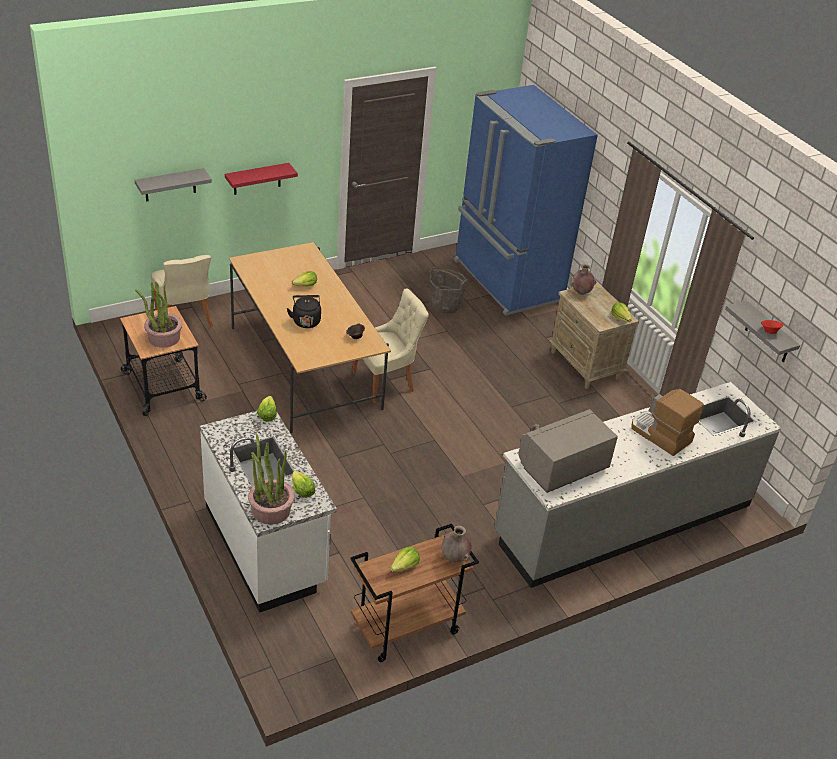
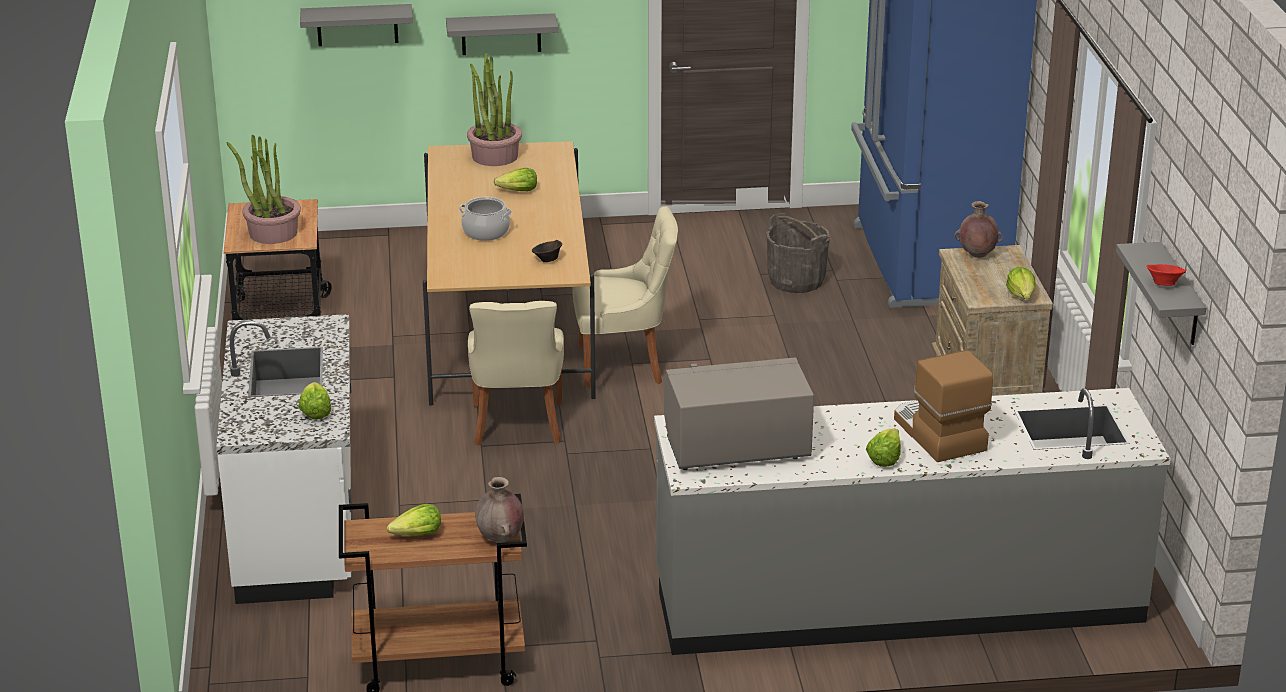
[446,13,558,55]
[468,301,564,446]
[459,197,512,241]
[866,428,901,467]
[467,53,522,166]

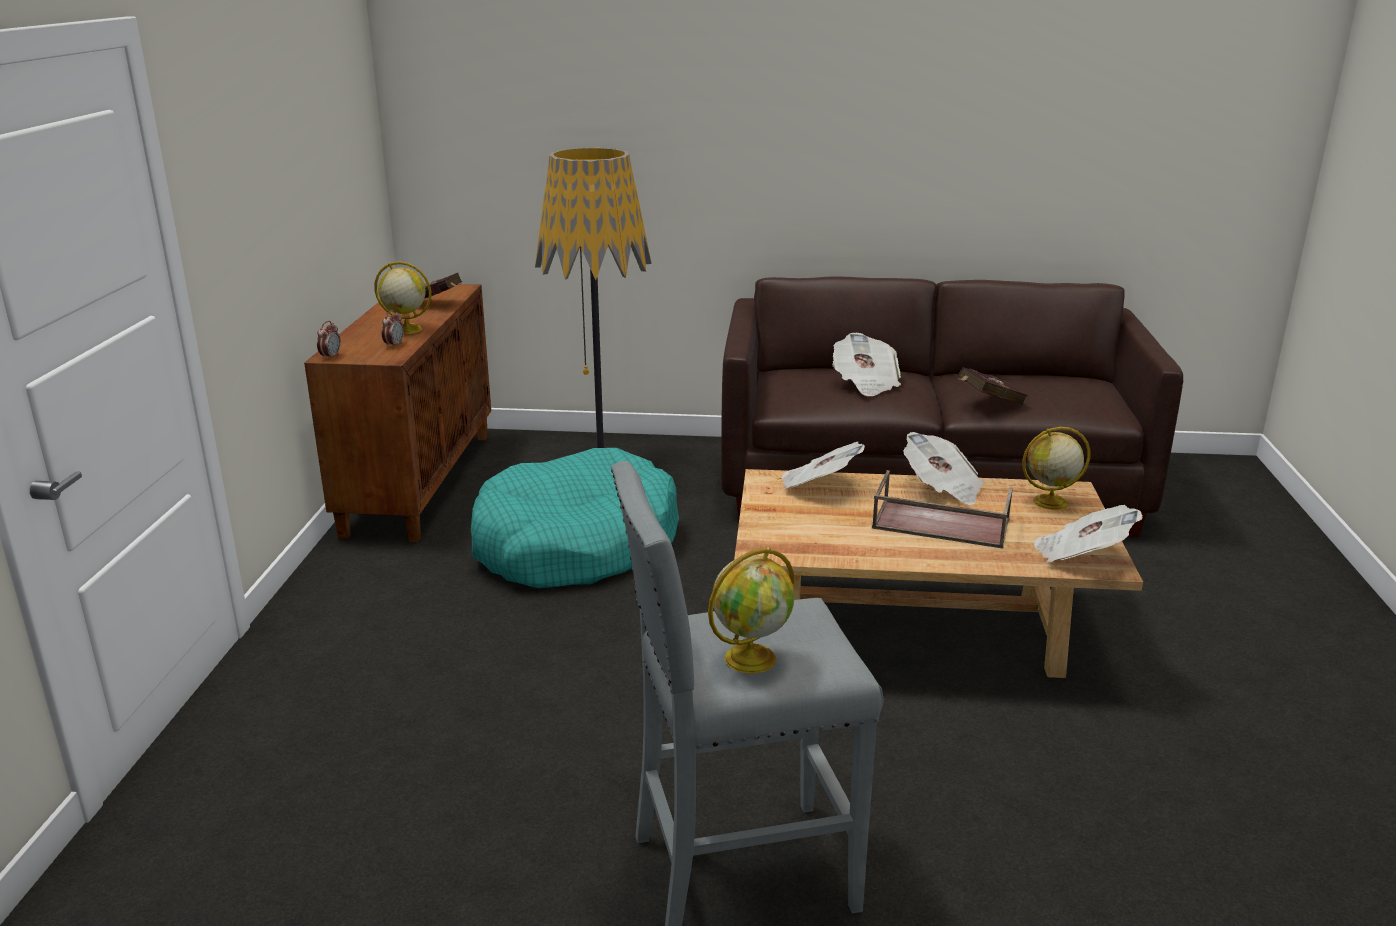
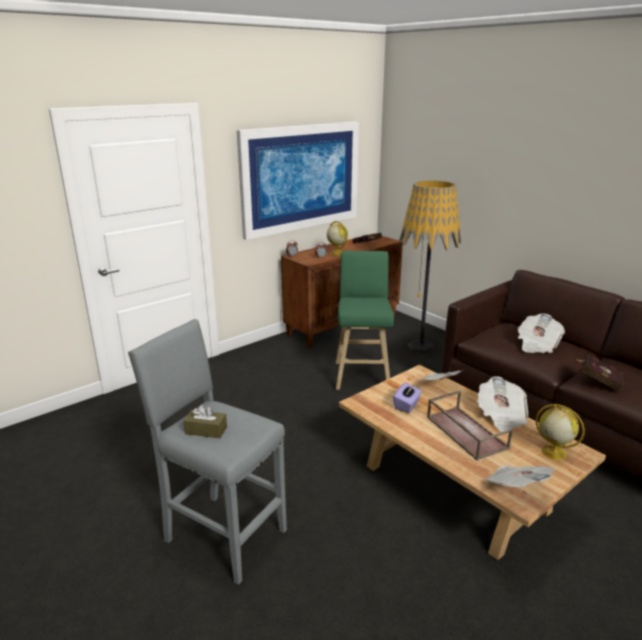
[336,251,394,390]
[183,404,227,438]
[237,122,359,240]
[393,383,422,413]

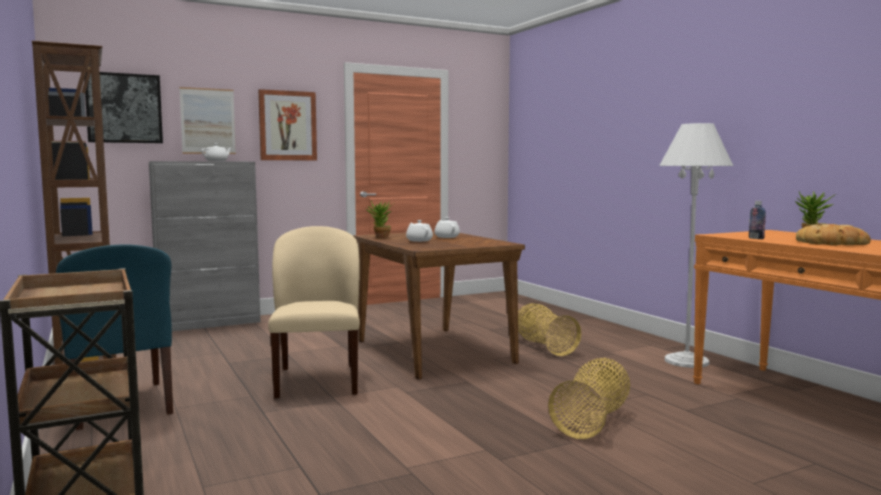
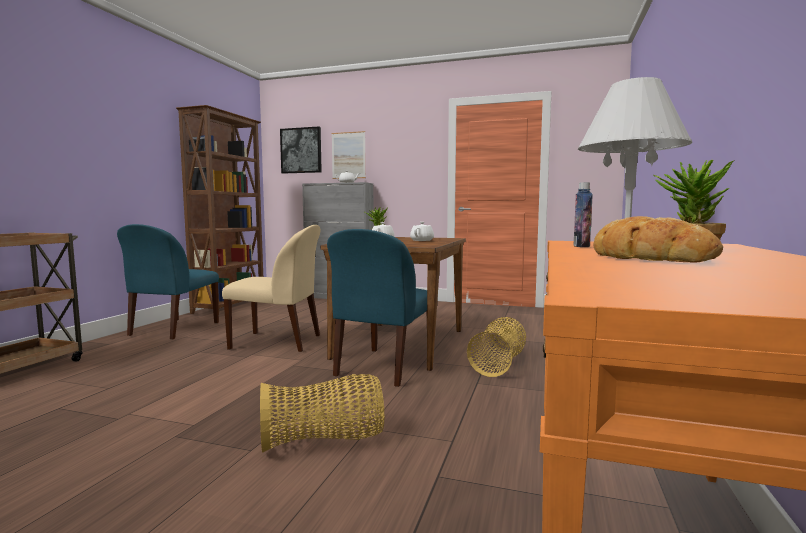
[258,89,317,160] (first image)
[222,225,320,352]
[327,229,427,387]

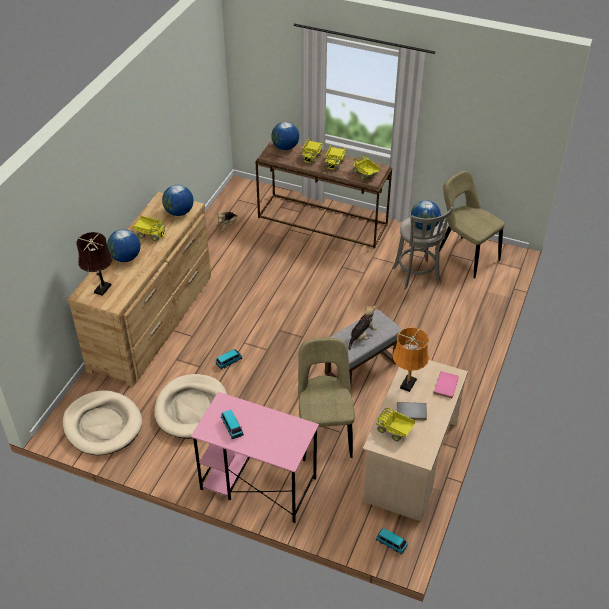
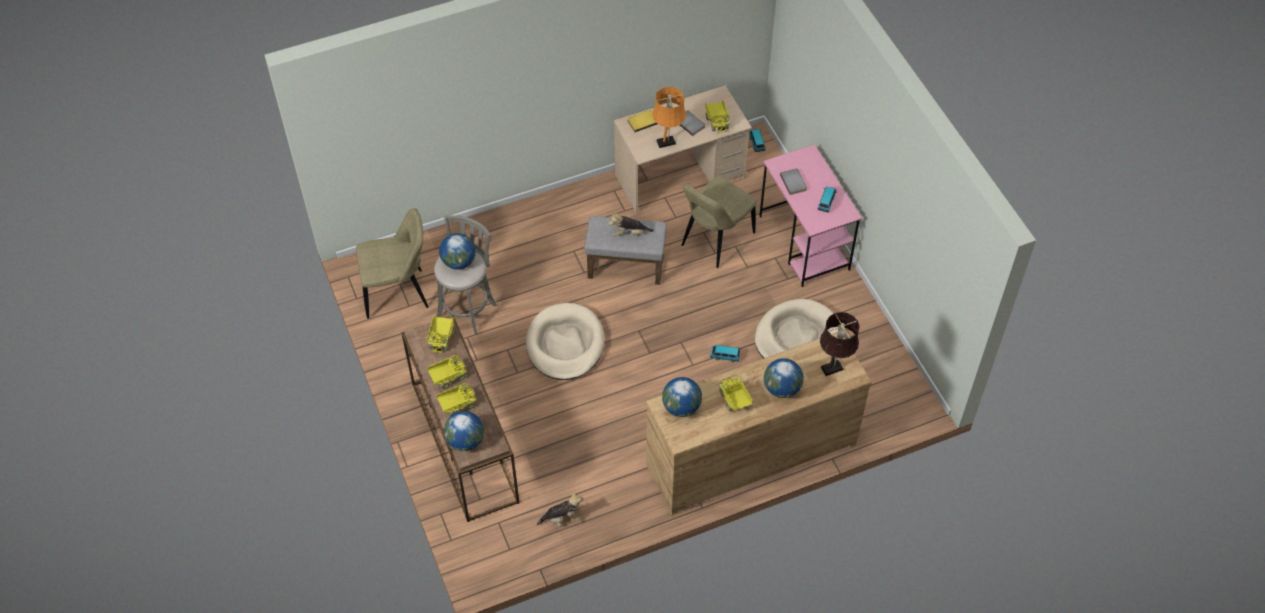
[356,209,429,319]
[627,110,657,132]
[526,303,605,380]
[780,168,807,195]

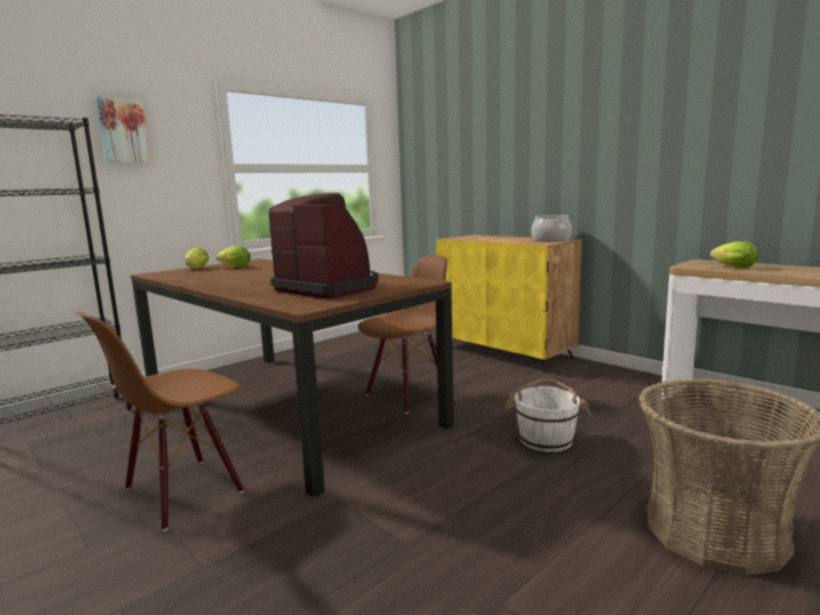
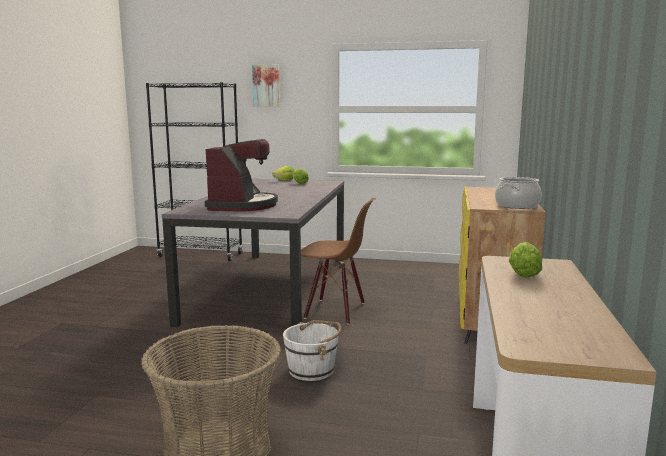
[162,179,344,328]
[75,311,244,531] (first image)

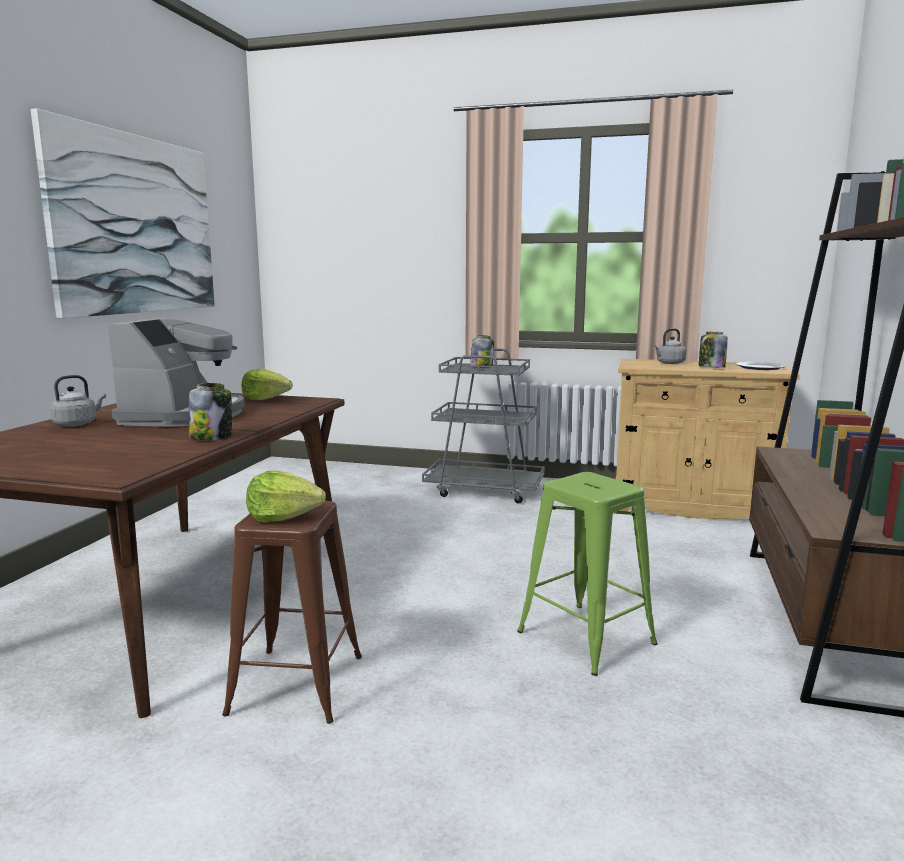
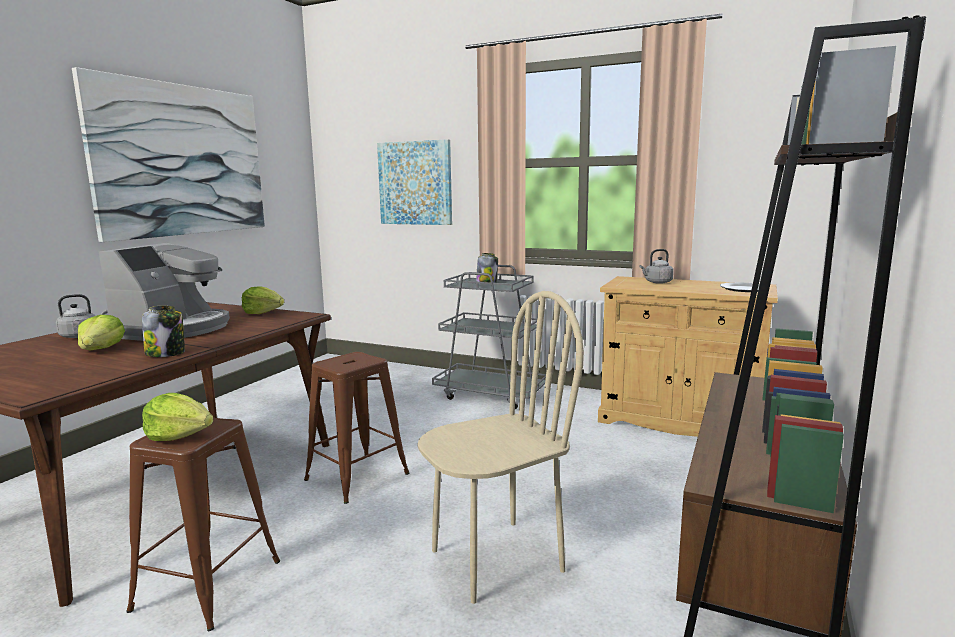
[699,332,728,368] (first image)
[417,291,584,604]
[377,139,452,225]
[78,315,125,350]
[304,352,409,504]

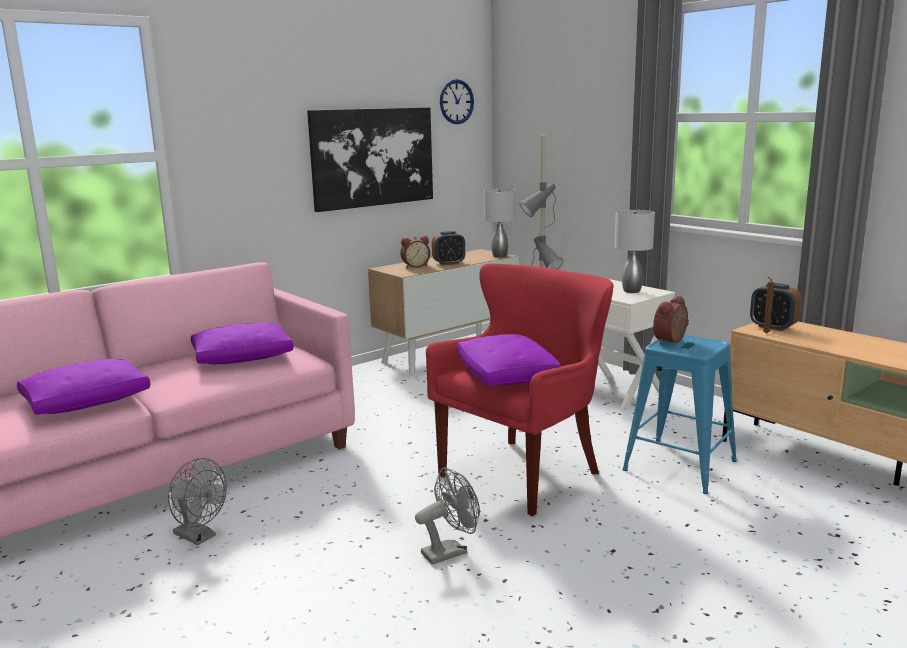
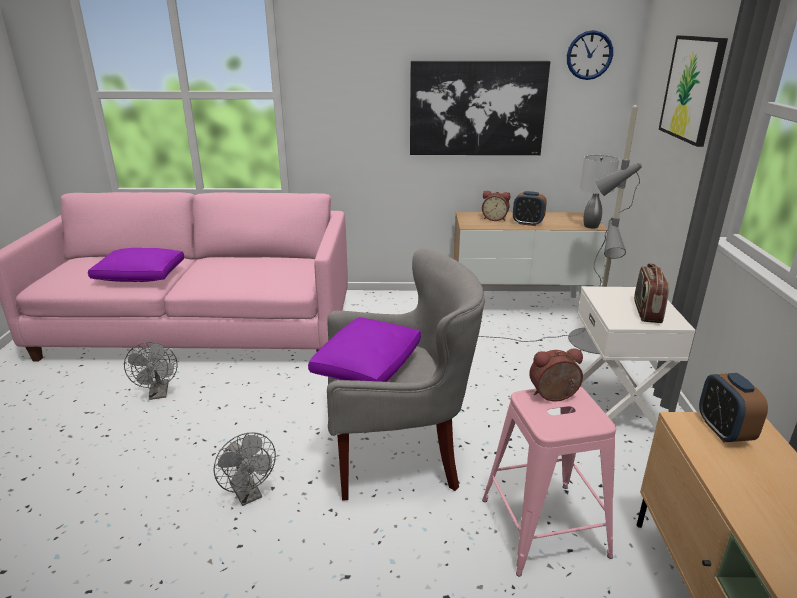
[634,263,669,323]
[327,248,485,500]
[763,277,774,334] (first image)
[191,323,294,364] (first image)
[482,386,616,577]
[213,432,276,506]
[659,35,728,147]

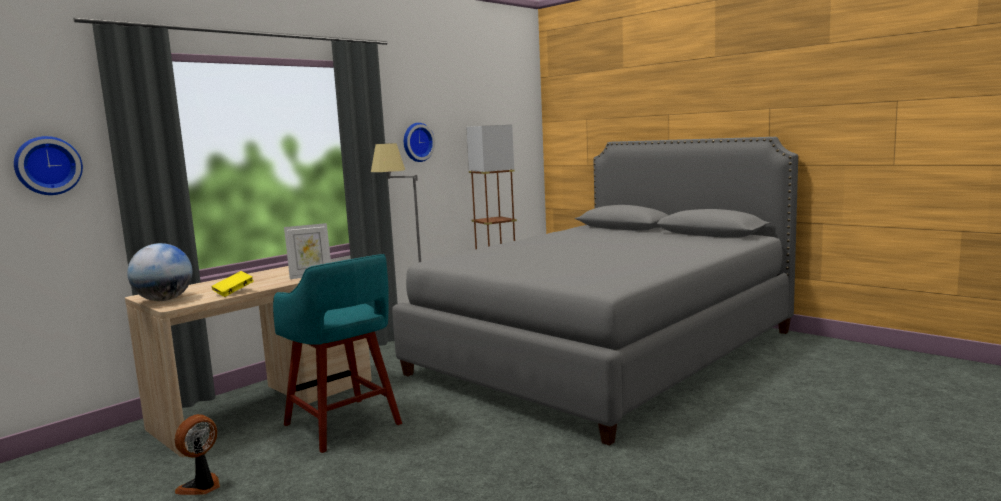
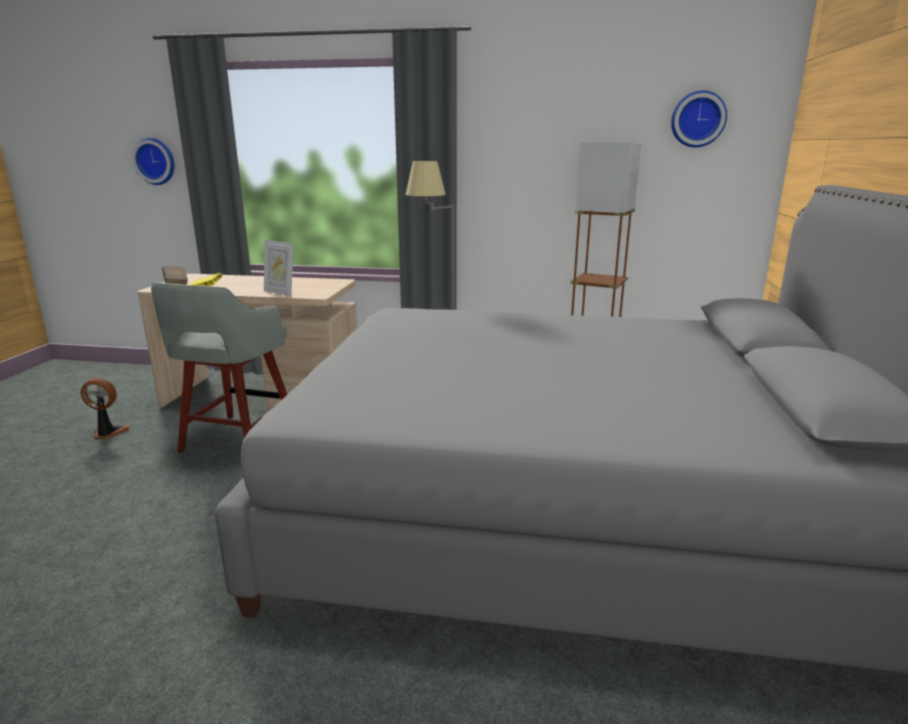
[671,90,727,147]
[162,266,188,285]
[151,282,287,453]

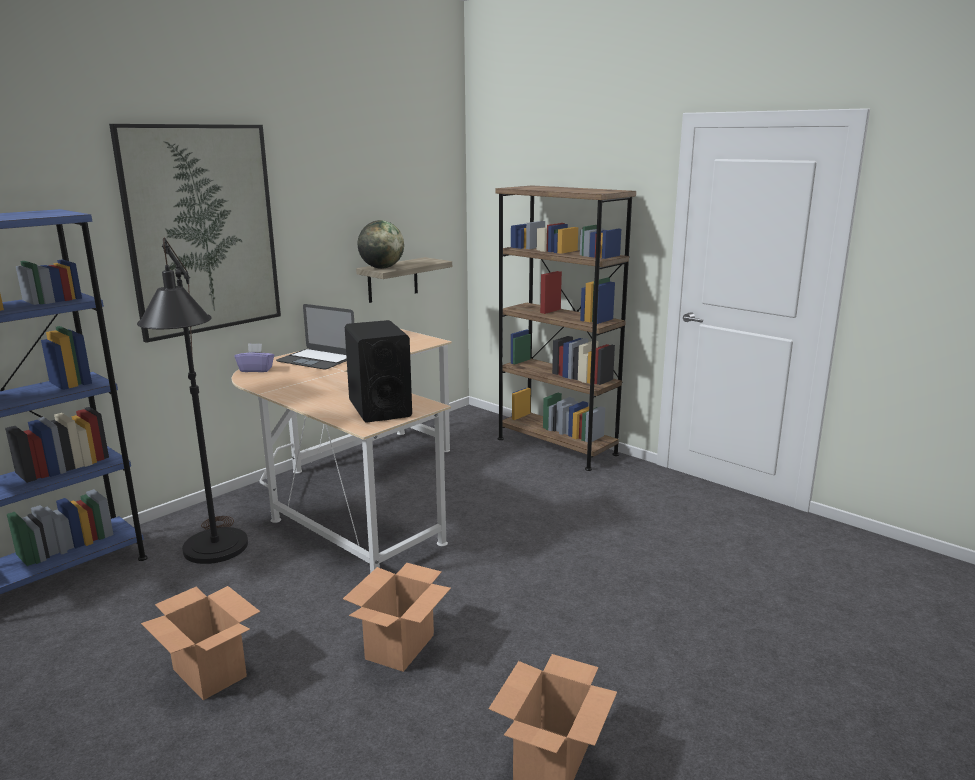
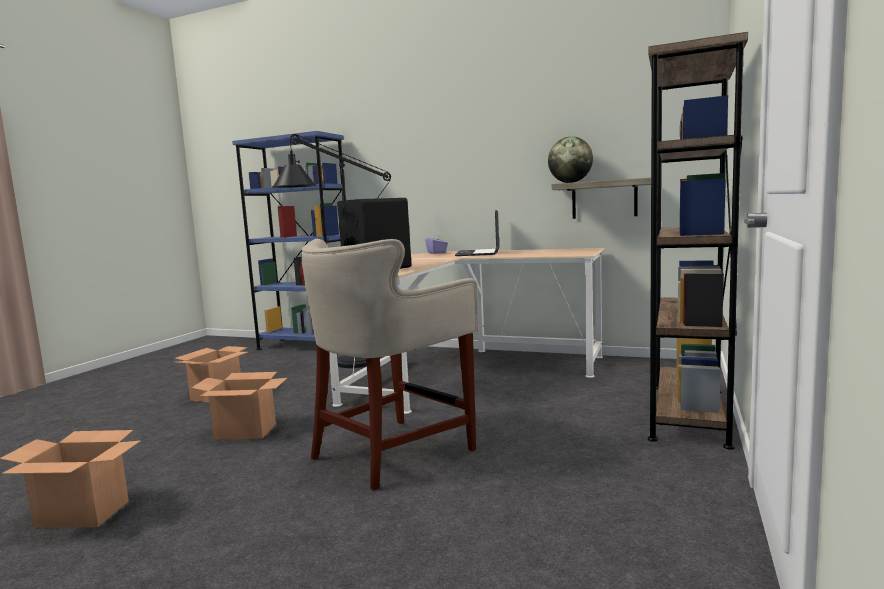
[109,124,281,343] (first image)
[301,239,479,491]

